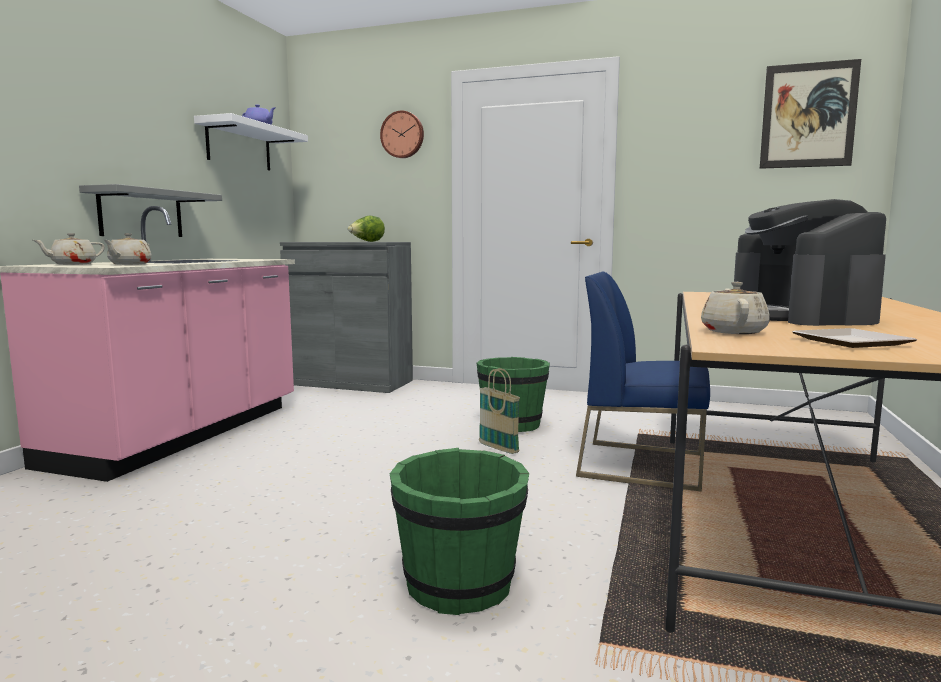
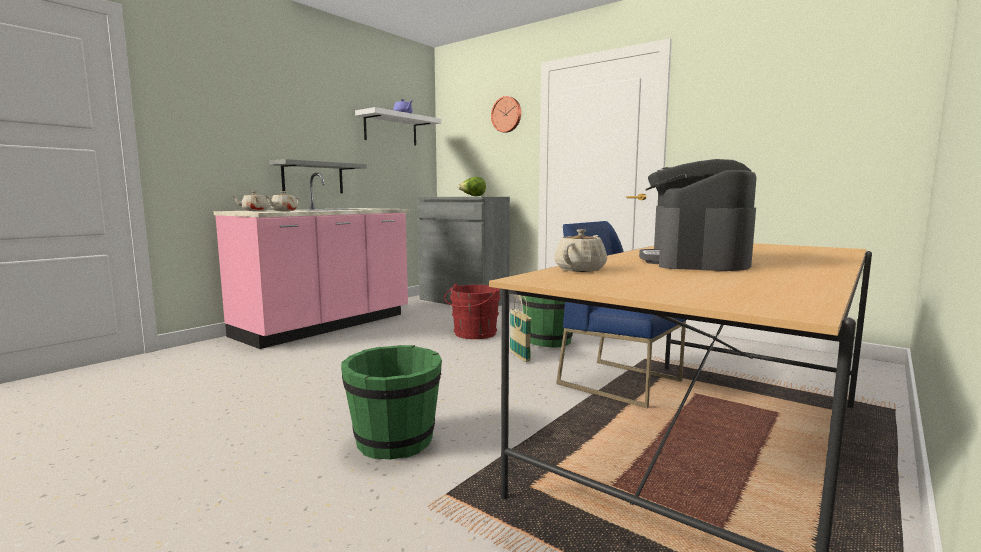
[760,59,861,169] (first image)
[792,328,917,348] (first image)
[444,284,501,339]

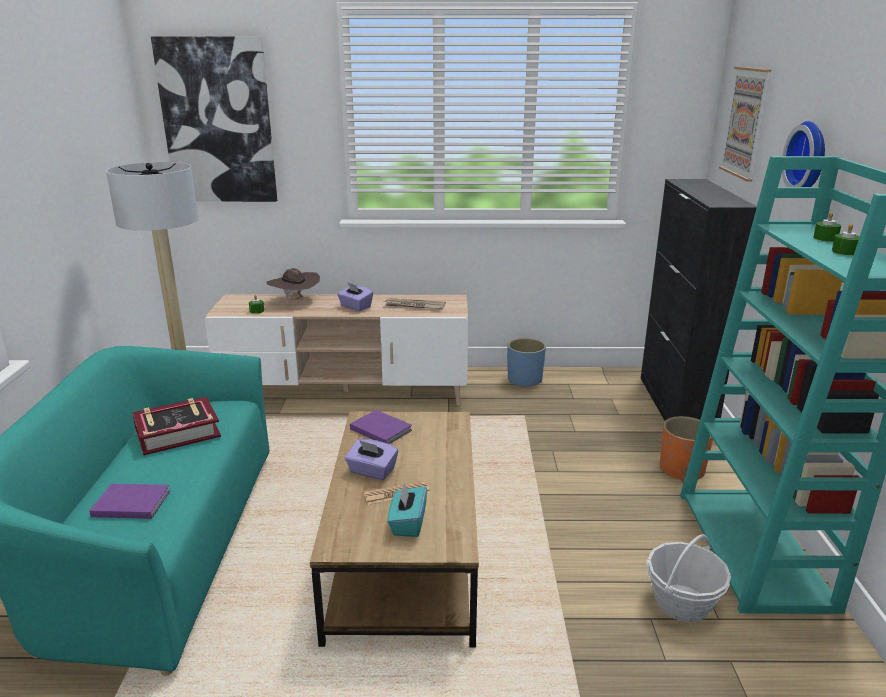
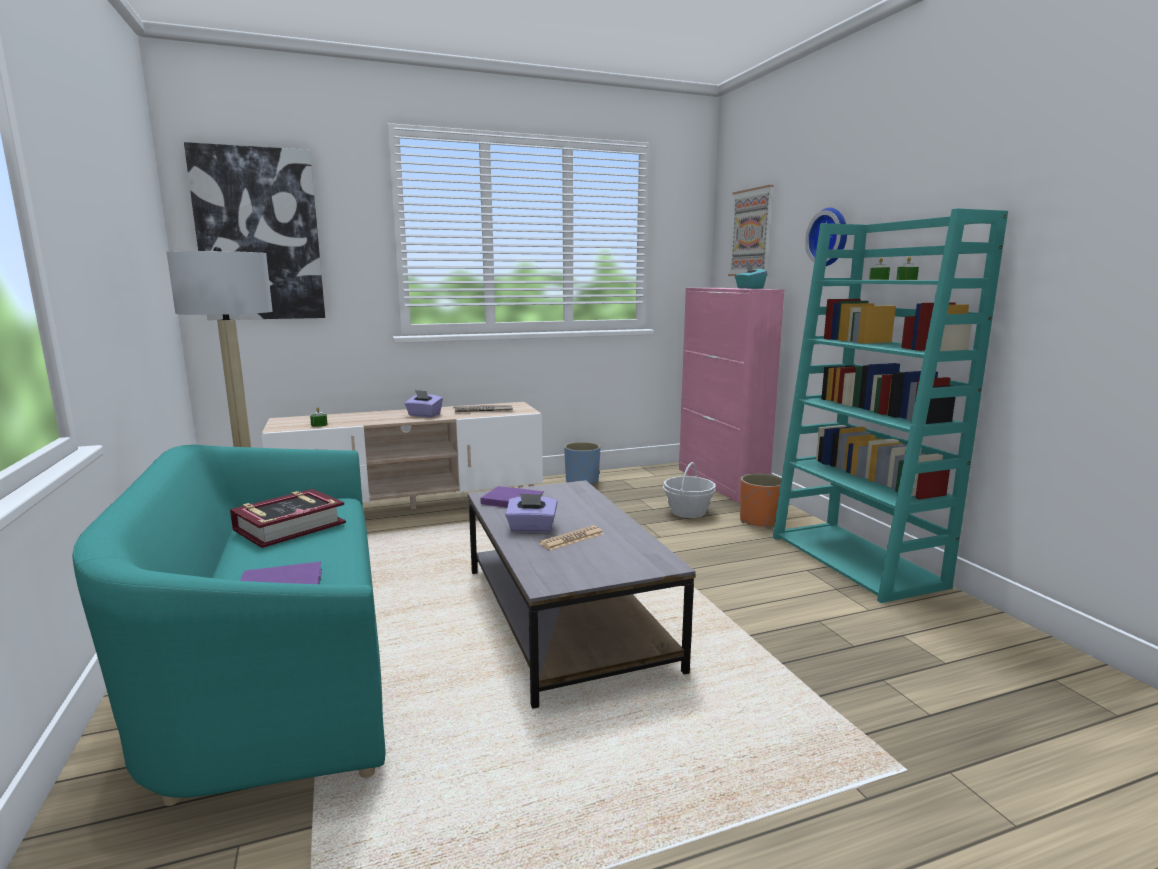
[679,288,784,503]
[266,268,320,301] (first image)
[468,480,696,709]
[735,263,767,289]
[663,462,716,518]

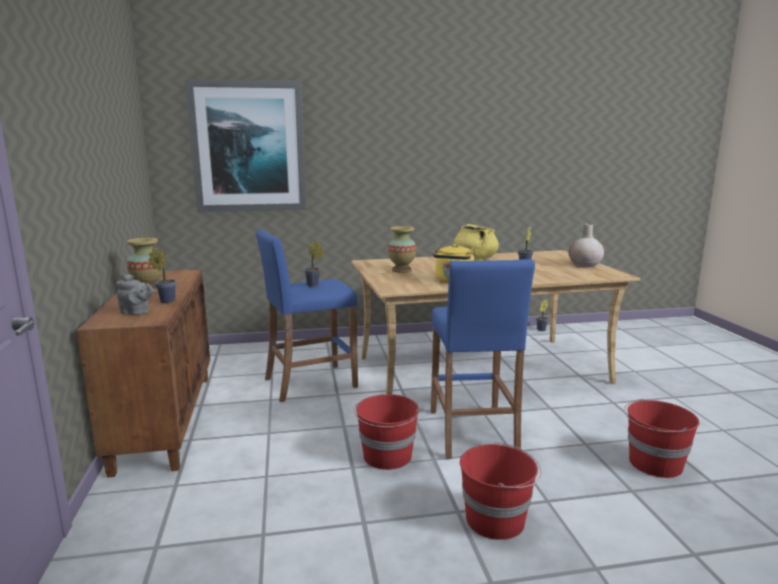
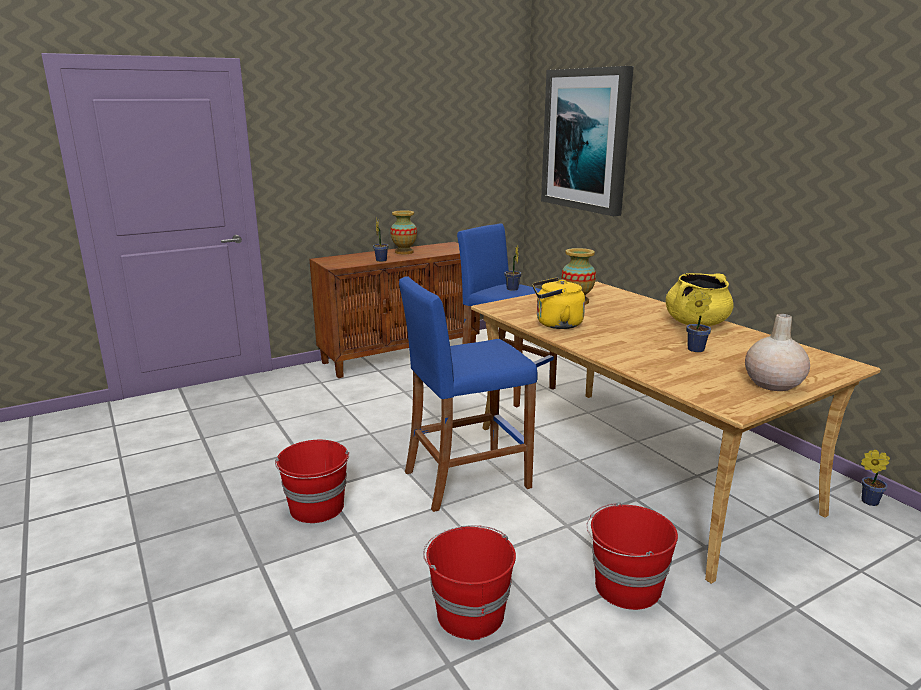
[116,274,154,315] (first image)
[587,502,678,610]

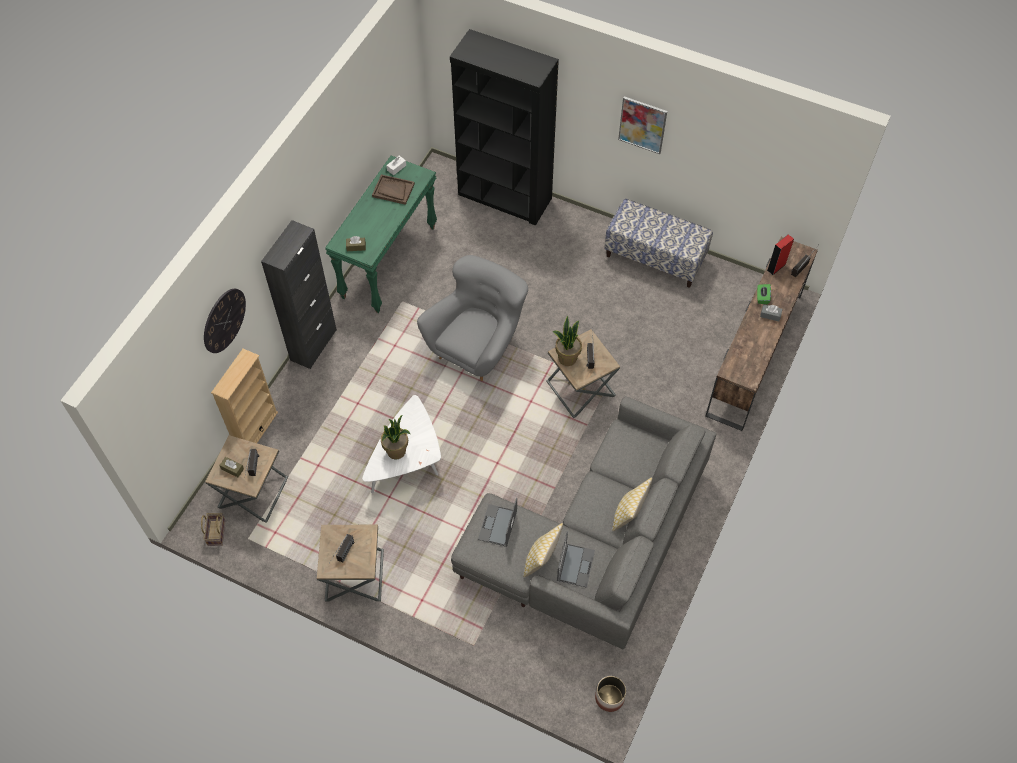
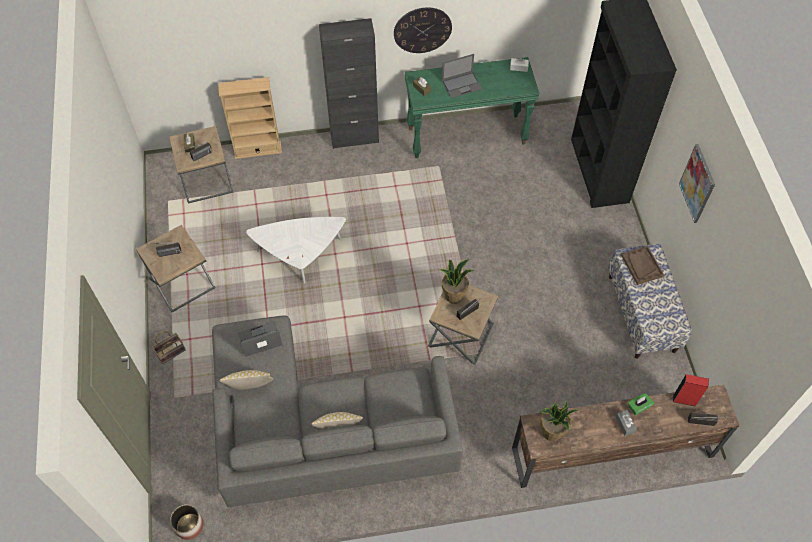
[621,246,664,285]
[417,255,528,381] (first image)
[394,7,452,53]
[540,401,578,441]
[152,331,186,364]
[442,54,482,99]

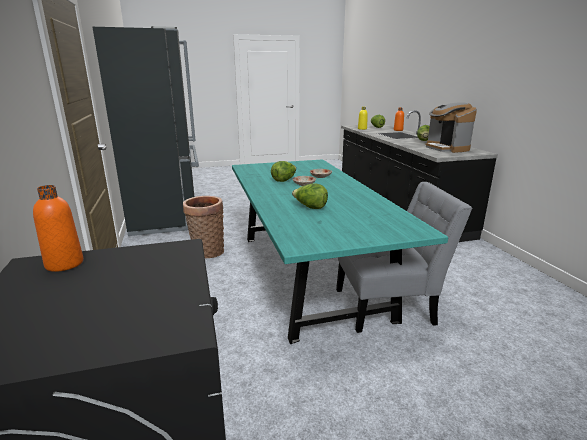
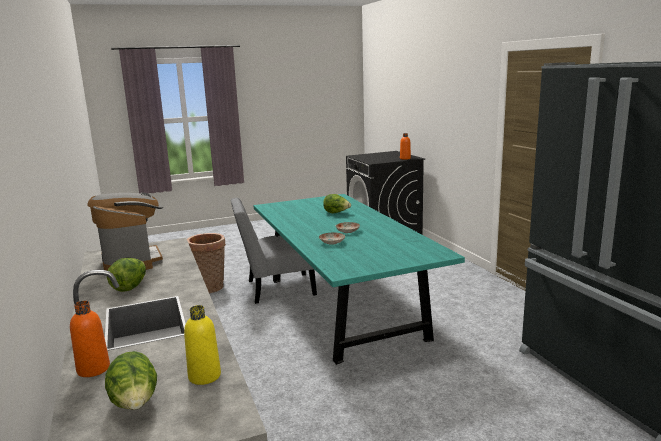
[271,161,296,182] (first image)
[187,233,226,293]

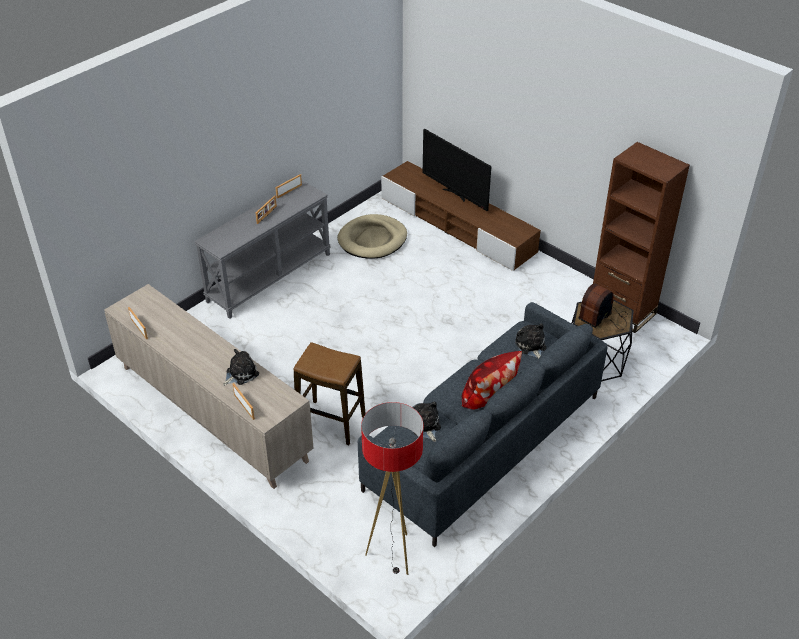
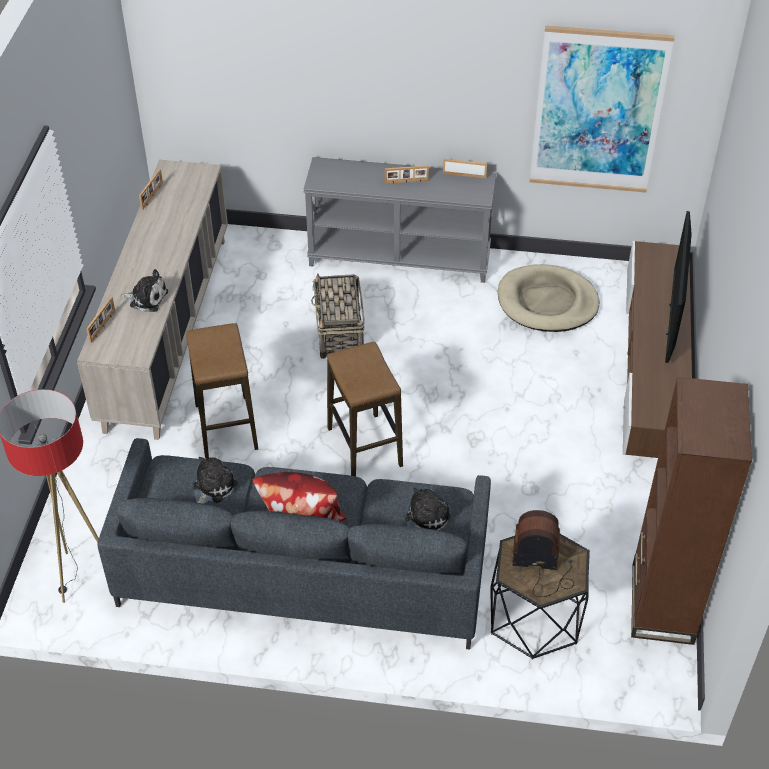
[530,26,675,193]
[311,273,364,359]
[327,341,403,476]

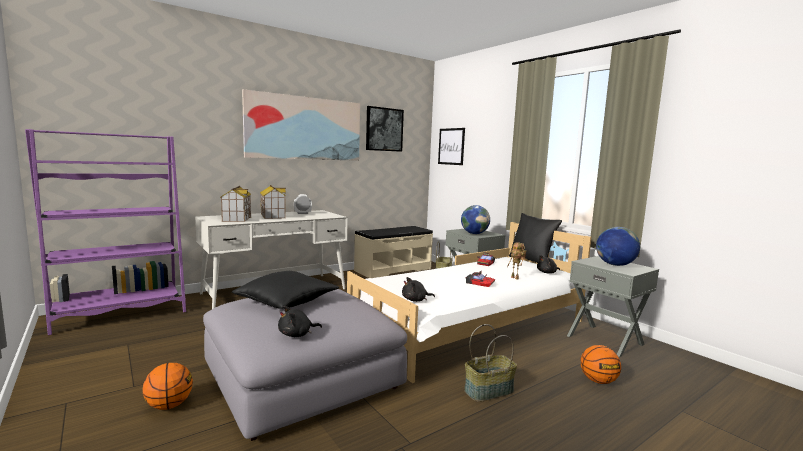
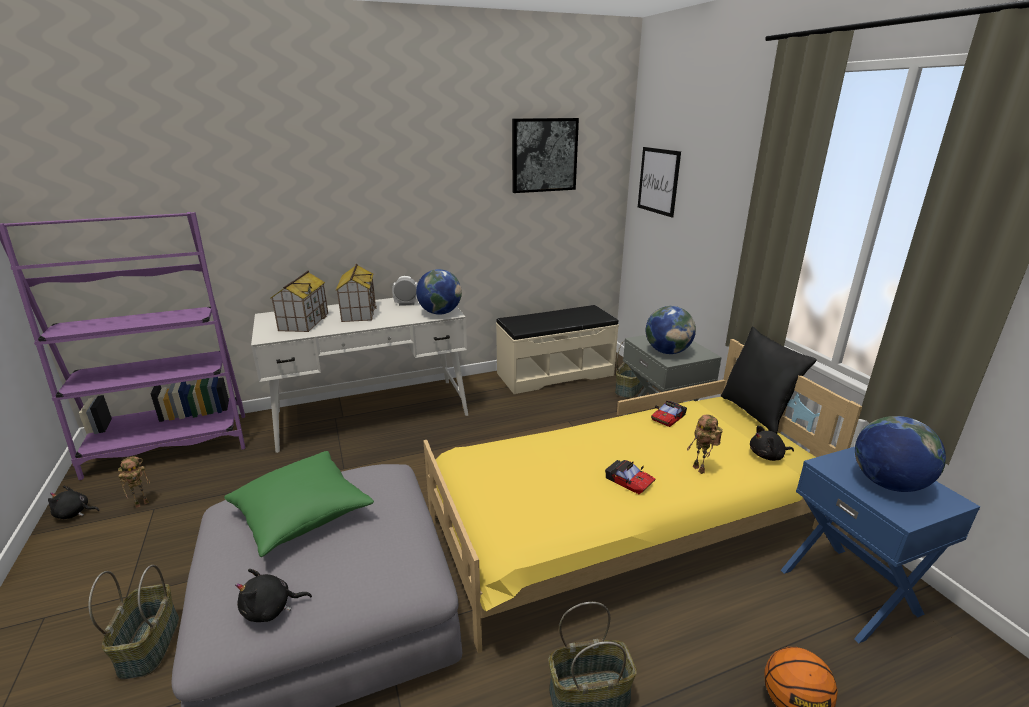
[242,89,360,161] (first image)
[423,339,862,653]
[781,447,980,643]
[224,451,374,557]
[48,485,100,519]
[88,565,179,680]
[416,269,462,315]
[118,456,150,508]

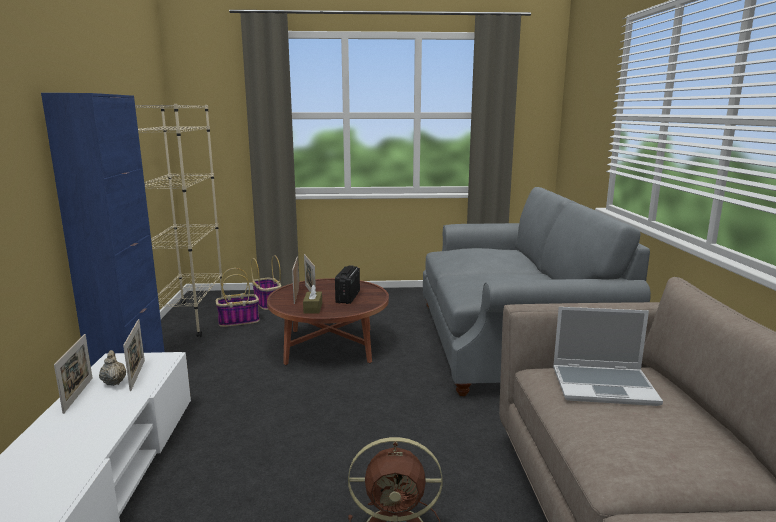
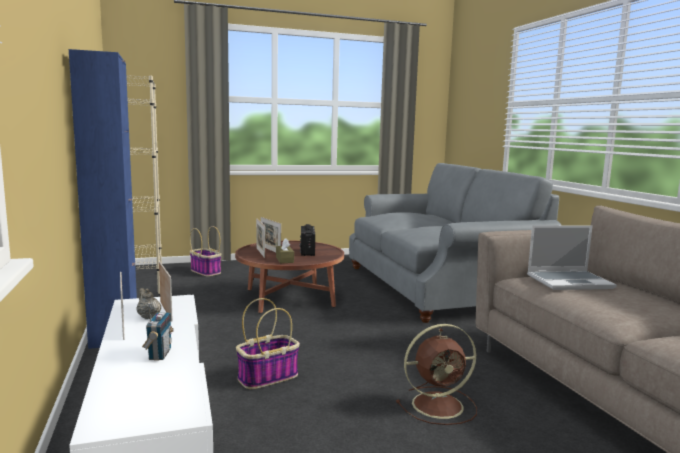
[236,298,300,389]
[142,303,173,360]

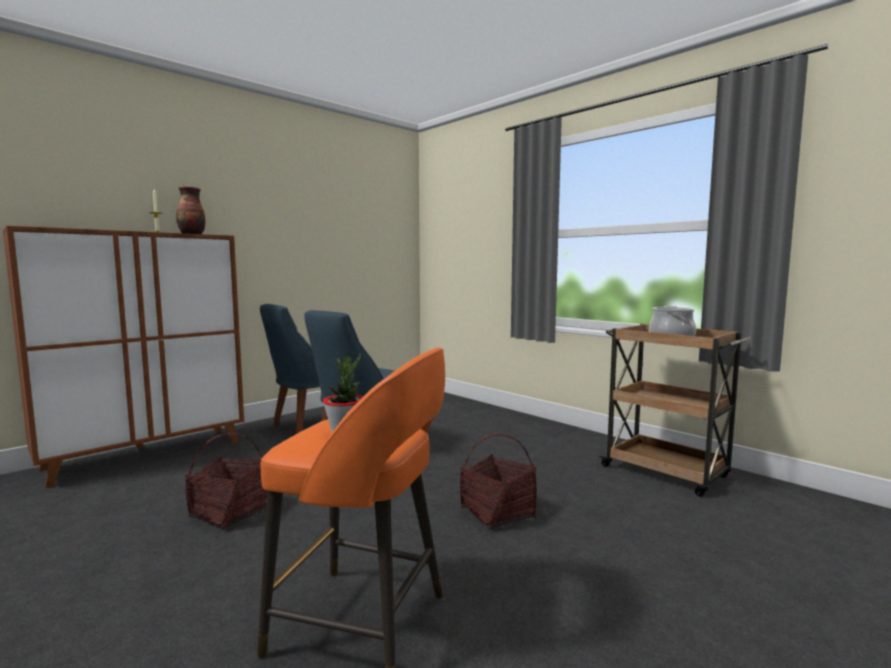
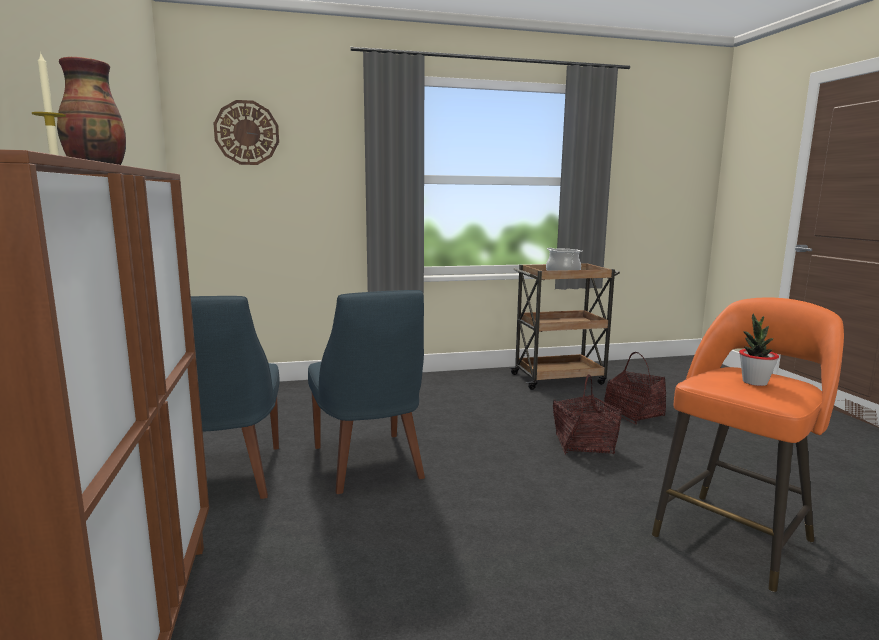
[604,352,666,425]
[214,100,279,165]

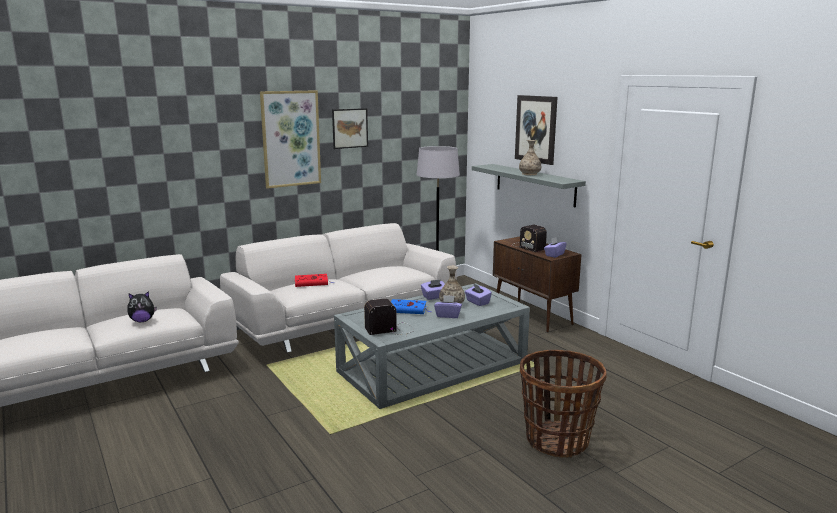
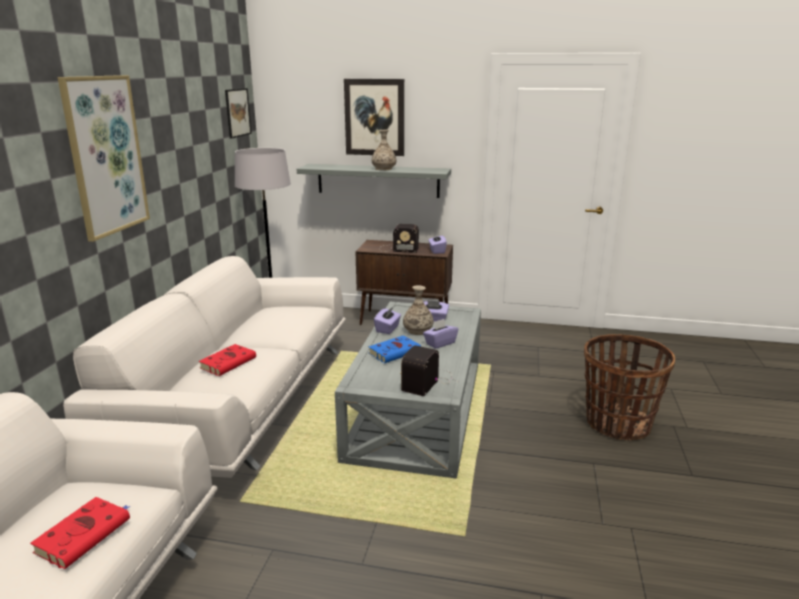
[225,88,252,139]
[30,497,130,569]

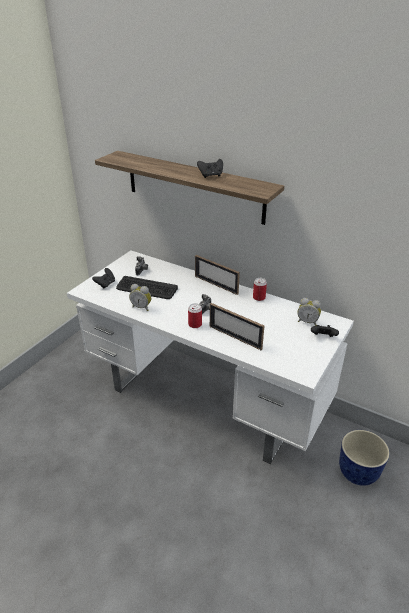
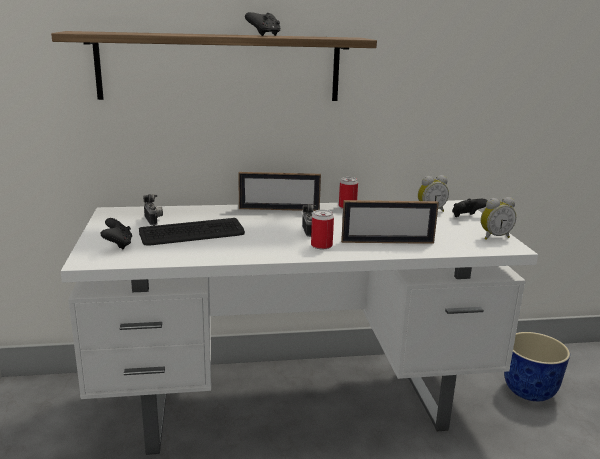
[481,197,516,240]

